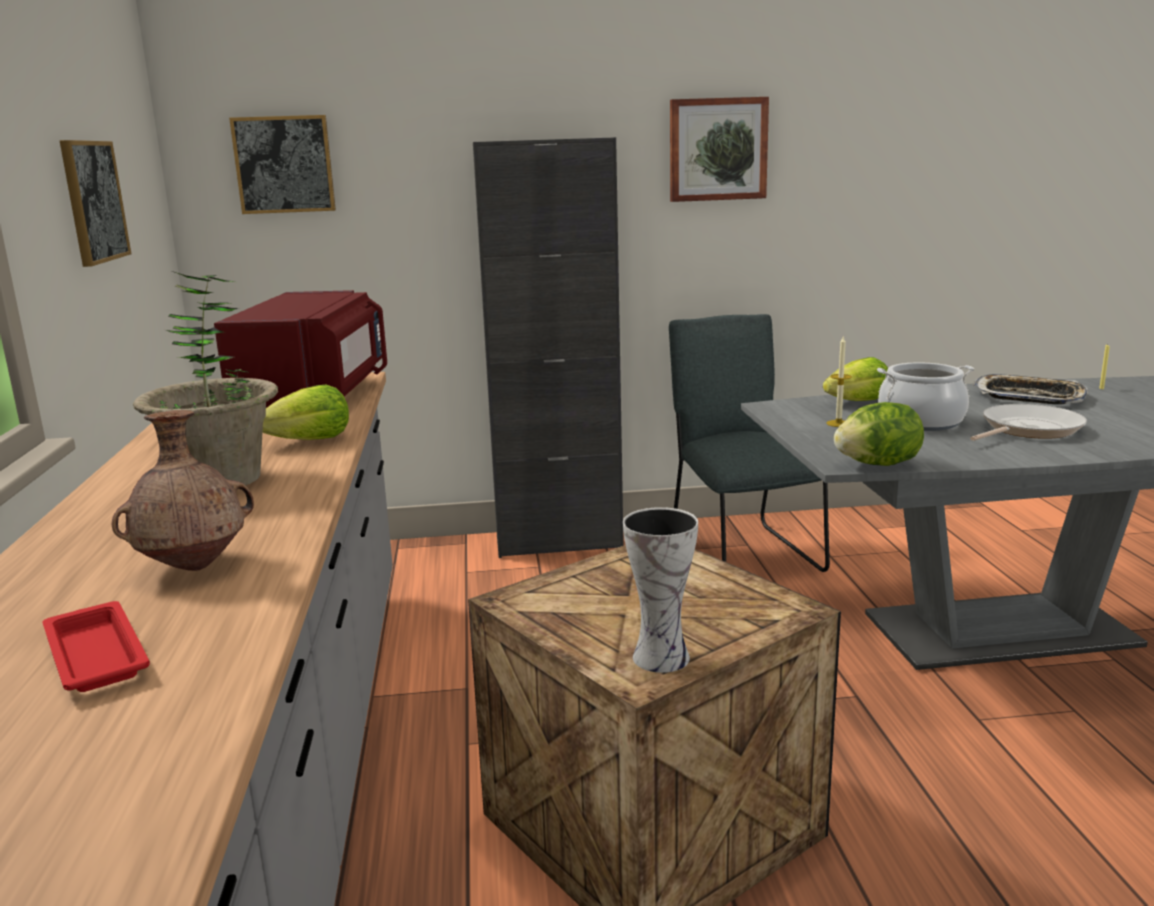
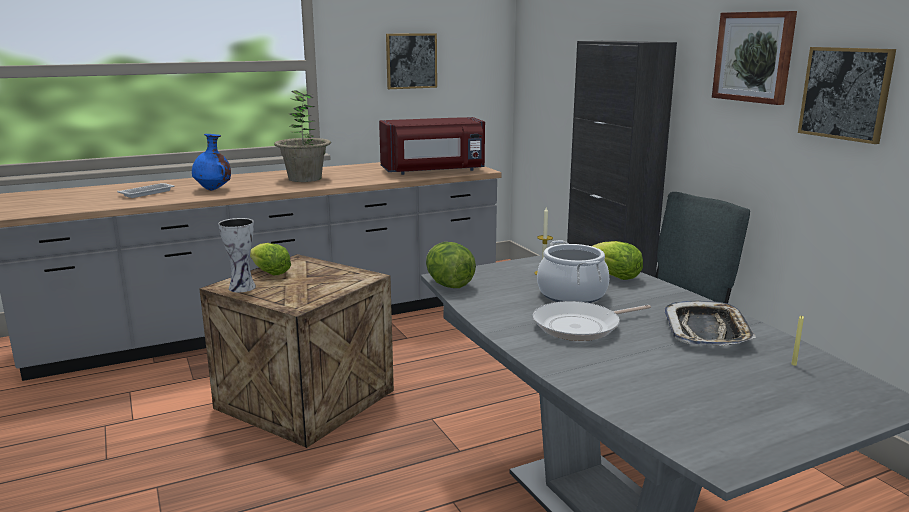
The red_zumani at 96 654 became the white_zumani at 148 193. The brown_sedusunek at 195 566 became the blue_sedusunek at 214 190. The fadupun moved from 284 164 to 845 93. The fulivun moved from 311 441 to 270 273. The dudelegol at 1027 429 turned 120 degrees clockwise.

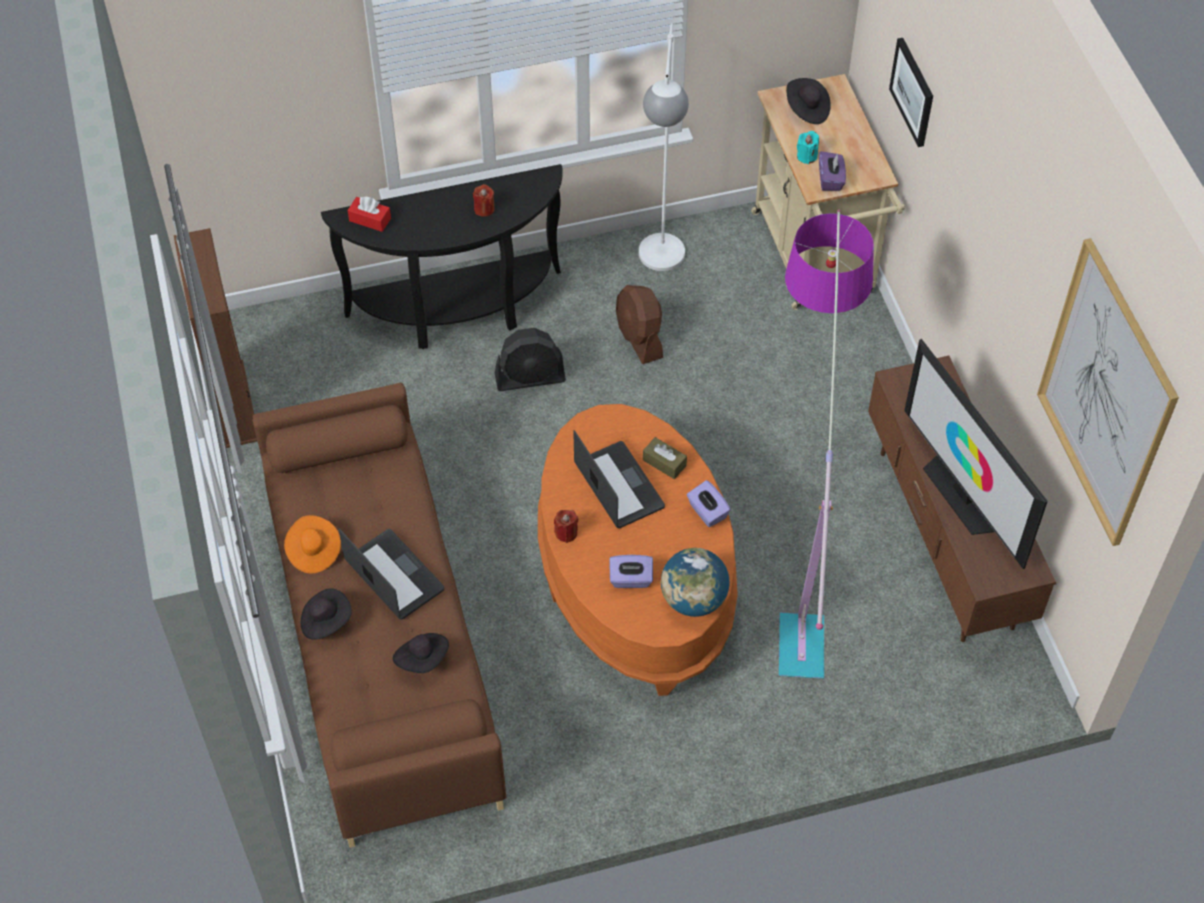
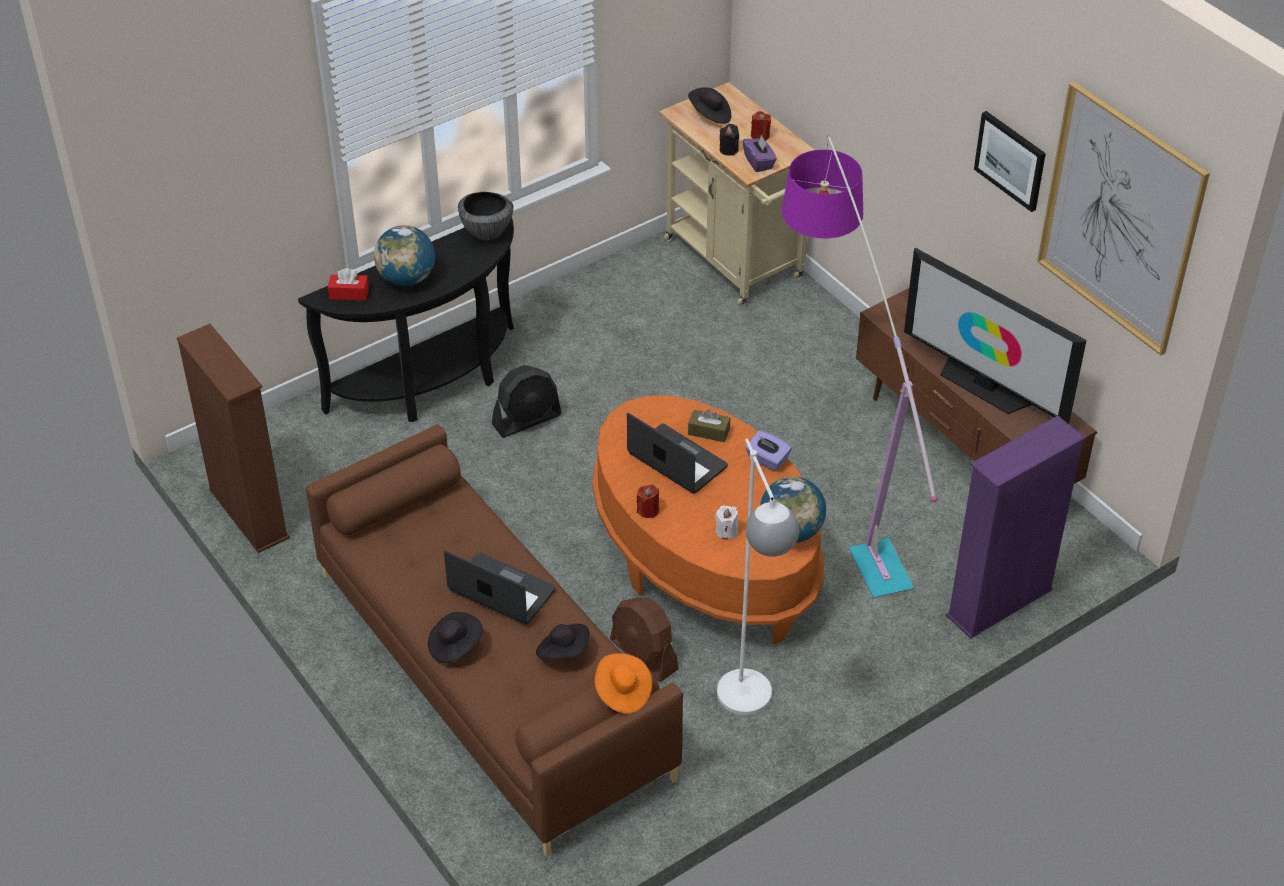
The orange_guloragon moved from 313 552 to 622 692. The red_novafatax moved from 484 209 to 760 136. The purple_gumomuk at 631 579 was replaced by the white_novafatax at 726 531. The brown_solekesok moved from 639 337 to 644 655. The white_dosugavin moved from 661 266 to 750 709. The turquoise_novafatax at 806 156 became the black_novafatax at 728 150. The fadupun moved from 913 91 to 1011 160. The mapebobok at 407 279 appeared. The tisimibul at 487 233 appeared. The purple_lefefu at 999 603 appeared.

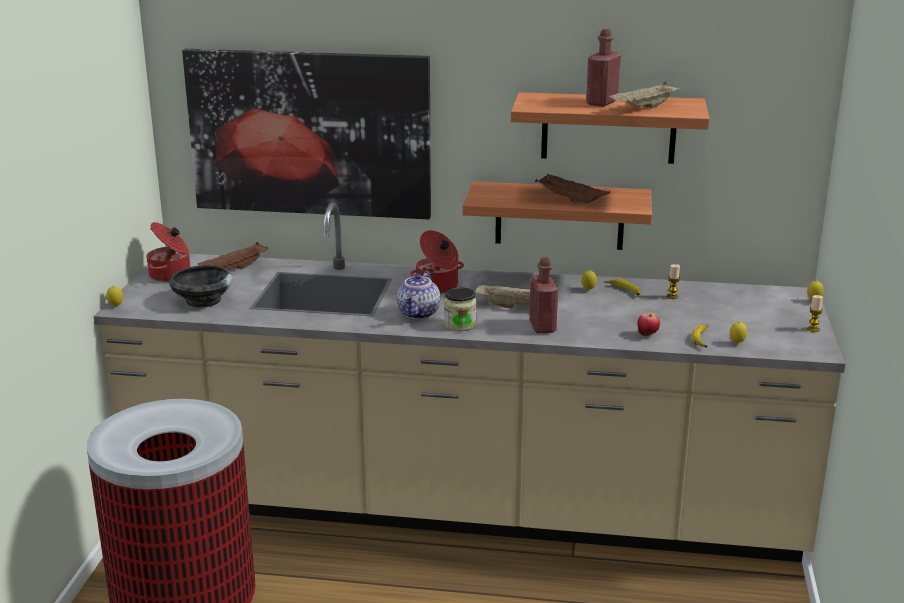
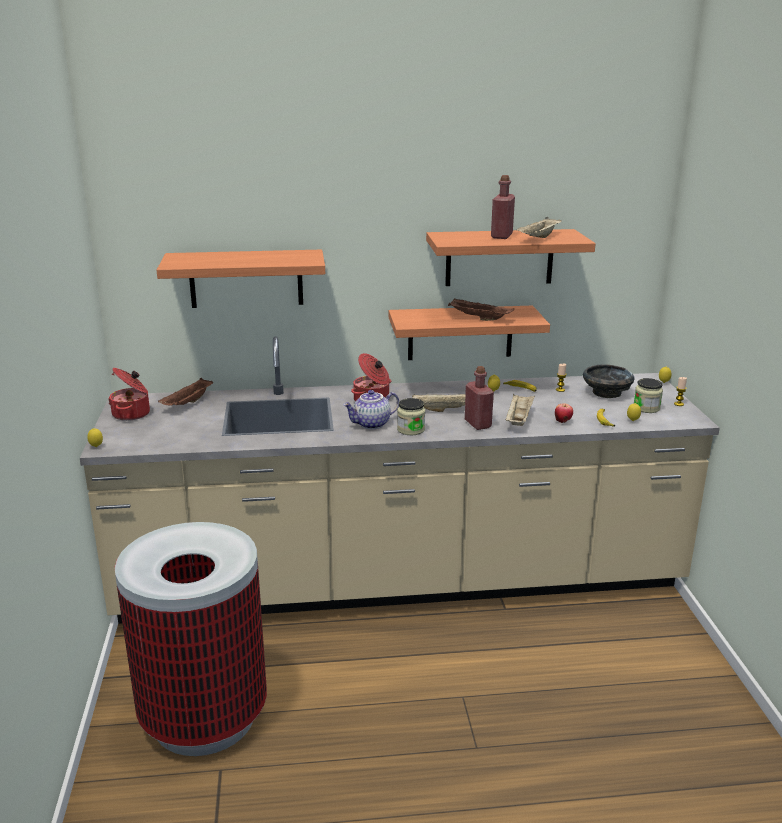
The black_tisimibul moved from 203 300 to 606 393. The fadupun at 310 133 was replaced by the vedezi at 246 278. The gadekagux at 419 314 turned 60 degrees clockwise. The beige_zumani at 518 419 appeared. The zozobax at 646 408 appeared.

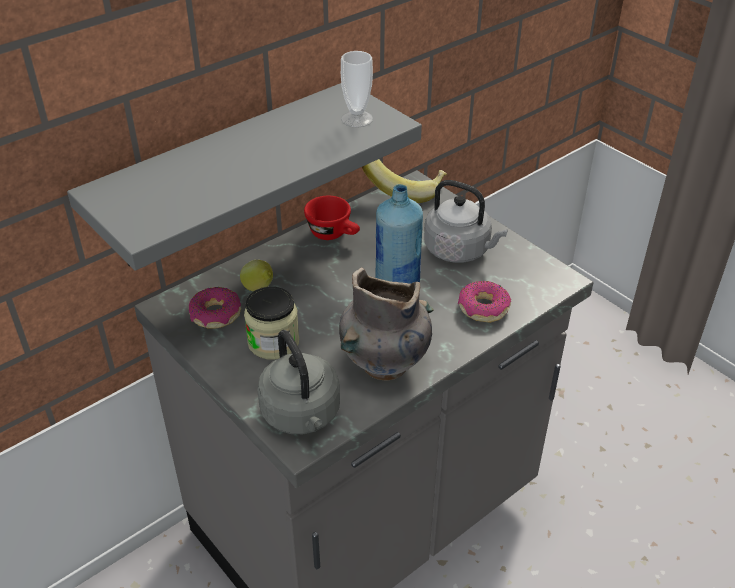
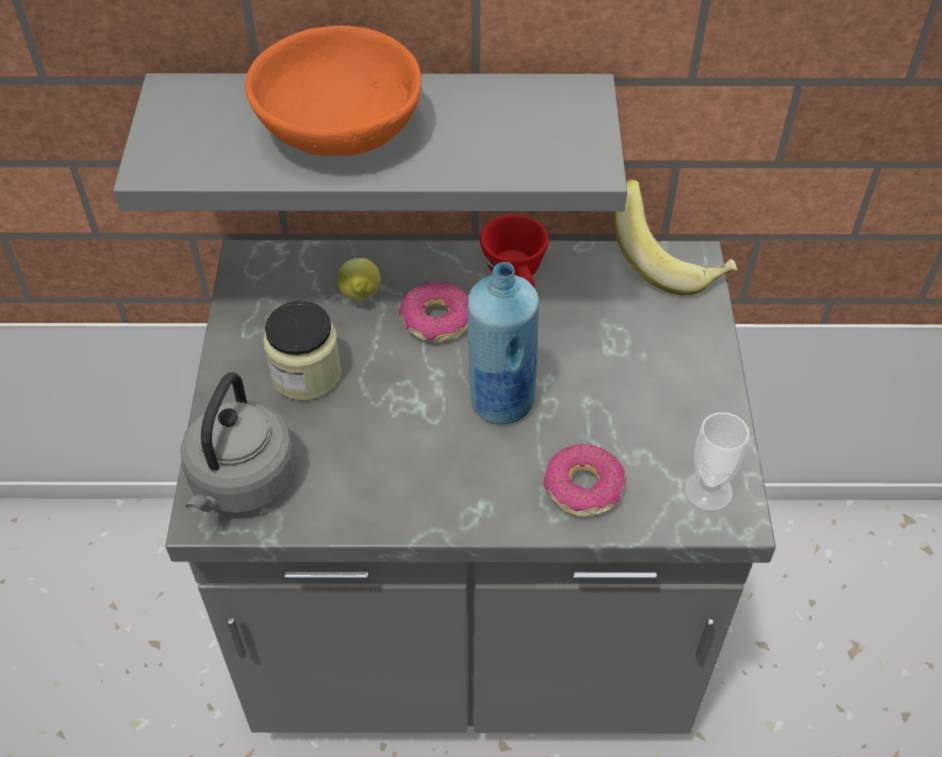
The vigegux moved from 215 315 to 436 320. The grey_sedusunek at 386 363 disappeared. The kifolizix moved from 357 119 to 708 490. The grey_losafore at 460 250 disappeared. The orange_tisimibul at 341 132 appeared.

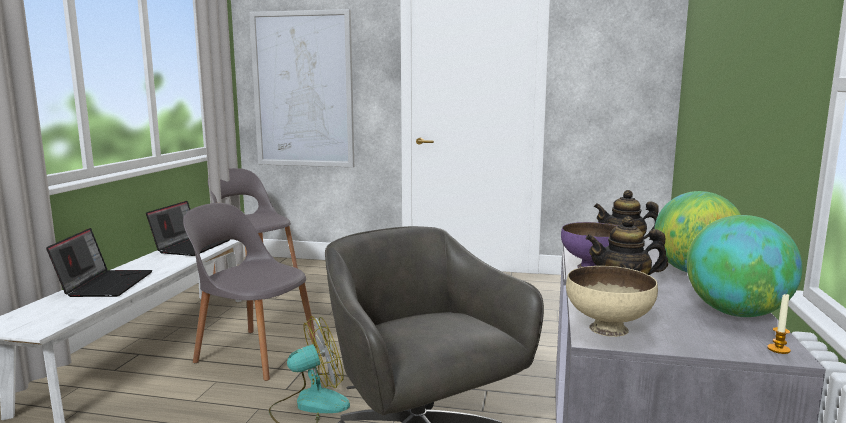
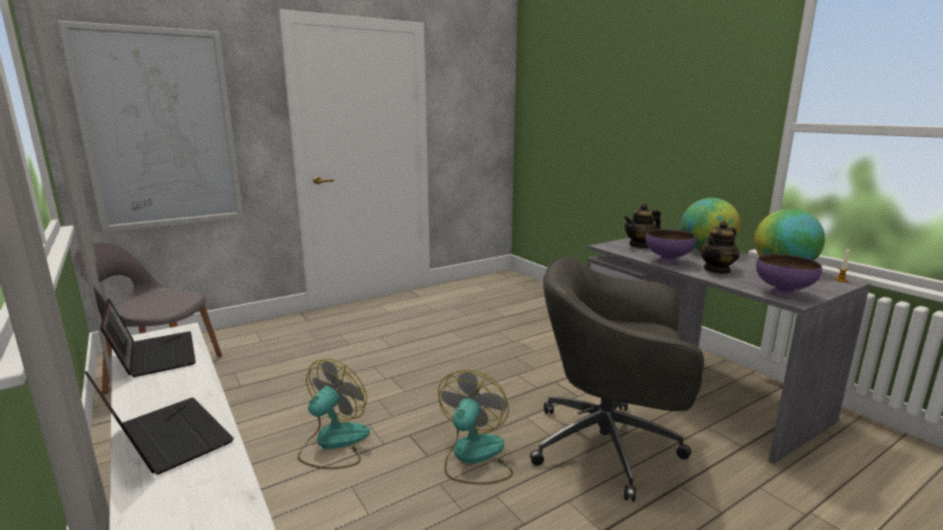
The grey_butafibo at 254 353 was replaced by the solekesok at 333 443. The beige_tisimibul at 608 328 became the purple_tisimibul at 782 294.

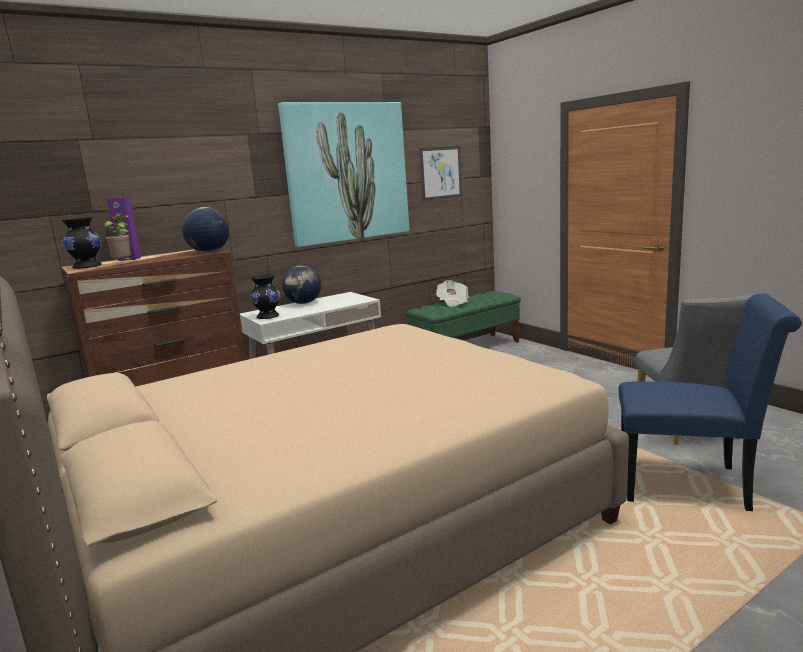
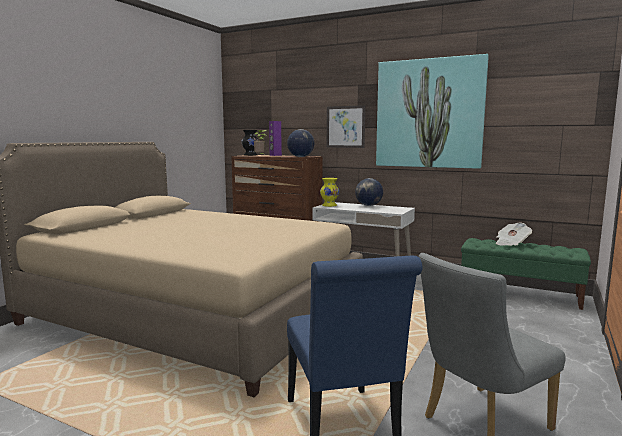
The black_sedusunek at 267 316 became the yellow_sedusunek at 329 205. The fadupun moved from 440 173 to 345 127.

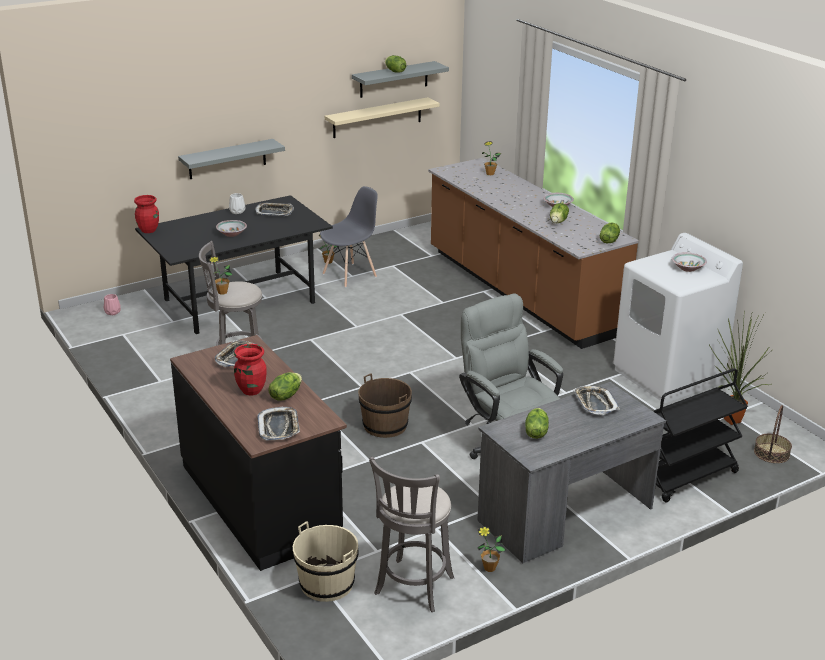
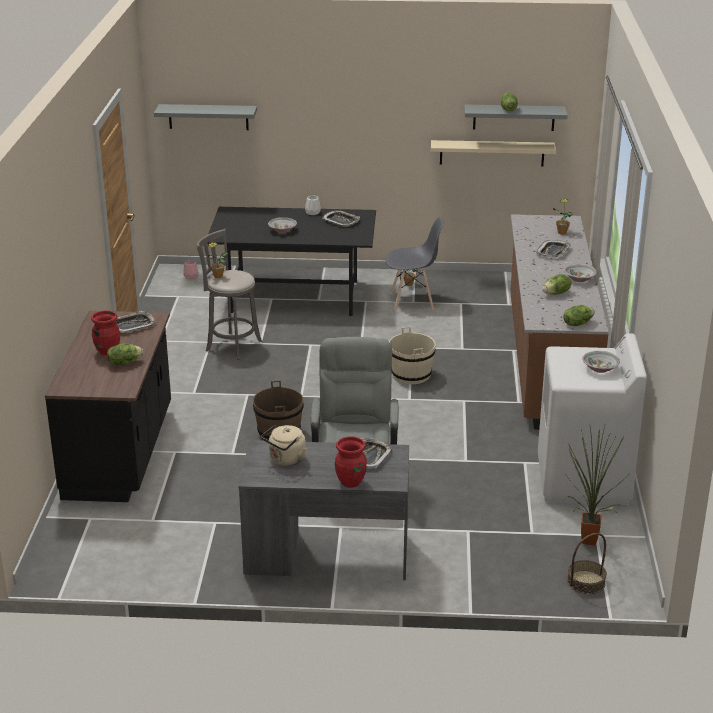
The red_sedusunek moved from 149 230 to 351 482. The grey_vedezi moved from 227 159 to 208 117. The zumani moved from 279 427 to 553 252. The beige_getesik moved from 326 583 to 411 374. The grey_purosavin at 412 588 disappeared. The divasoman at 489 568 disappeared. The fulivun at 535 432 was replaced by the beige_losafore at 286 460. The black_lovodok at 686 477 disappeared.

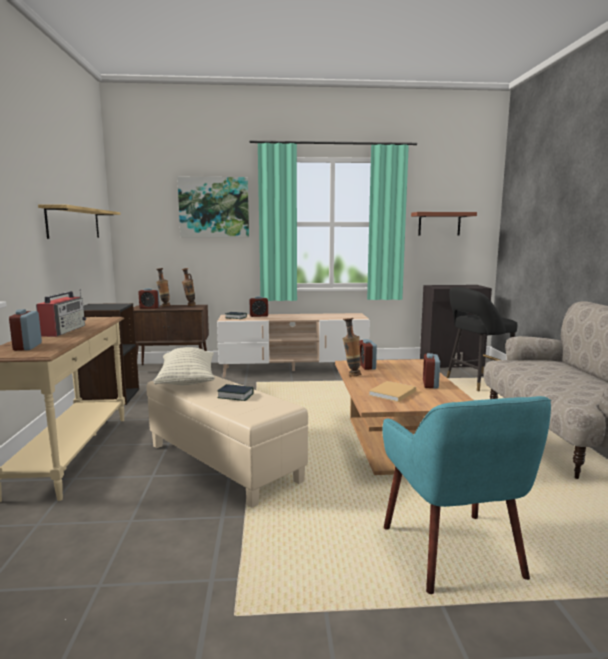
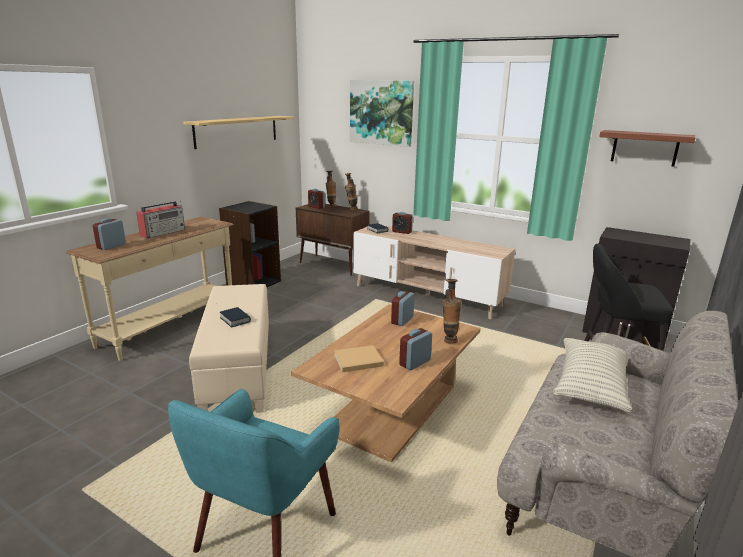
The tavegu moved from 187 380 to 590 386. The sedusunek moved from 351 375 to 449 340.

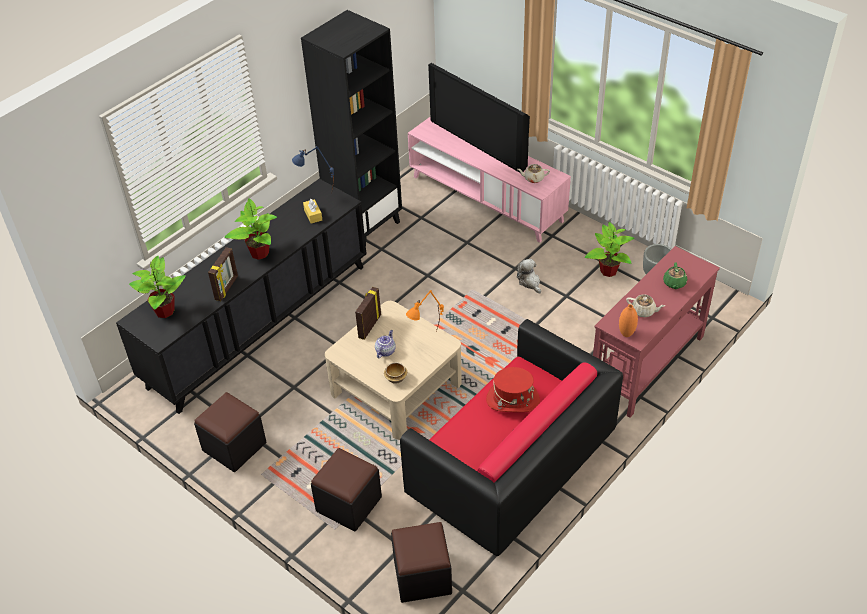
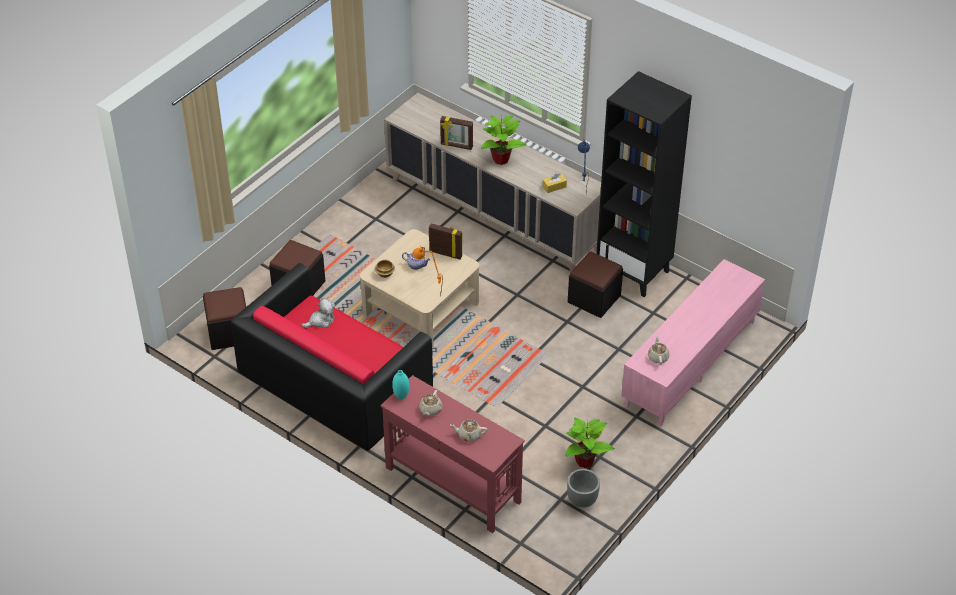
The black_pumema at 258 325 became the beige_pumema at 493 214. The divasoman at 164 311 disappeared. The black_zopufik moved from 234 446 to 594 299. The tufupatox at 480 143 disappeared. The red_guloragon at 512 400 disappeared. The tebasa moved from 529 282 to 321 321. The orange_sedusunek at 626 334 became the turquoise_sedusunek at 401 396. The green_gadekagux at 674 283 became the beige_gadekagux at 469 435.

